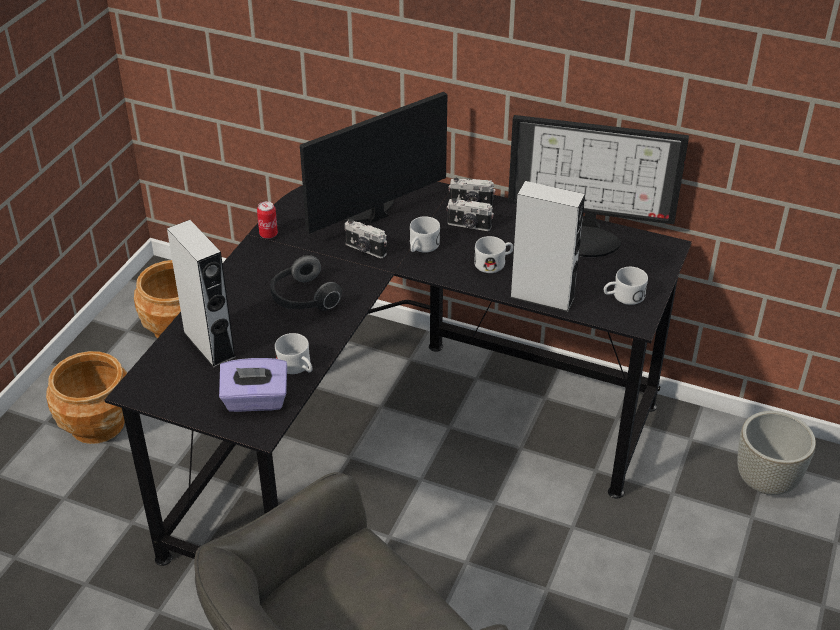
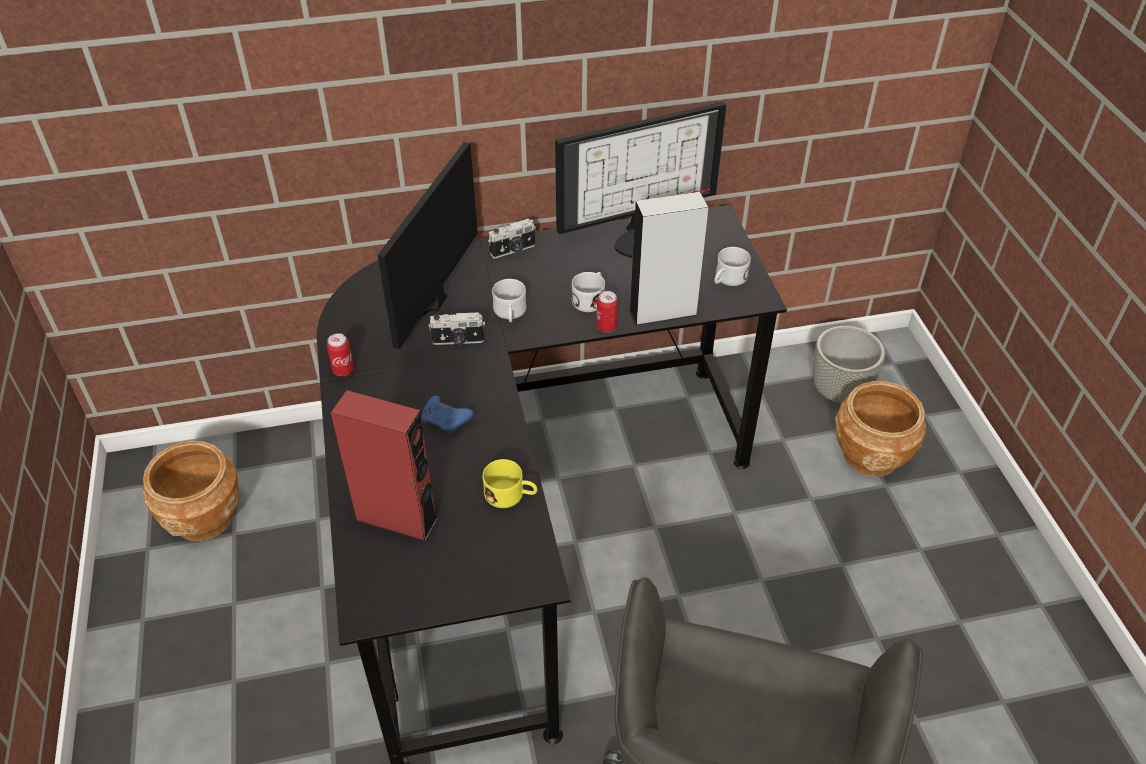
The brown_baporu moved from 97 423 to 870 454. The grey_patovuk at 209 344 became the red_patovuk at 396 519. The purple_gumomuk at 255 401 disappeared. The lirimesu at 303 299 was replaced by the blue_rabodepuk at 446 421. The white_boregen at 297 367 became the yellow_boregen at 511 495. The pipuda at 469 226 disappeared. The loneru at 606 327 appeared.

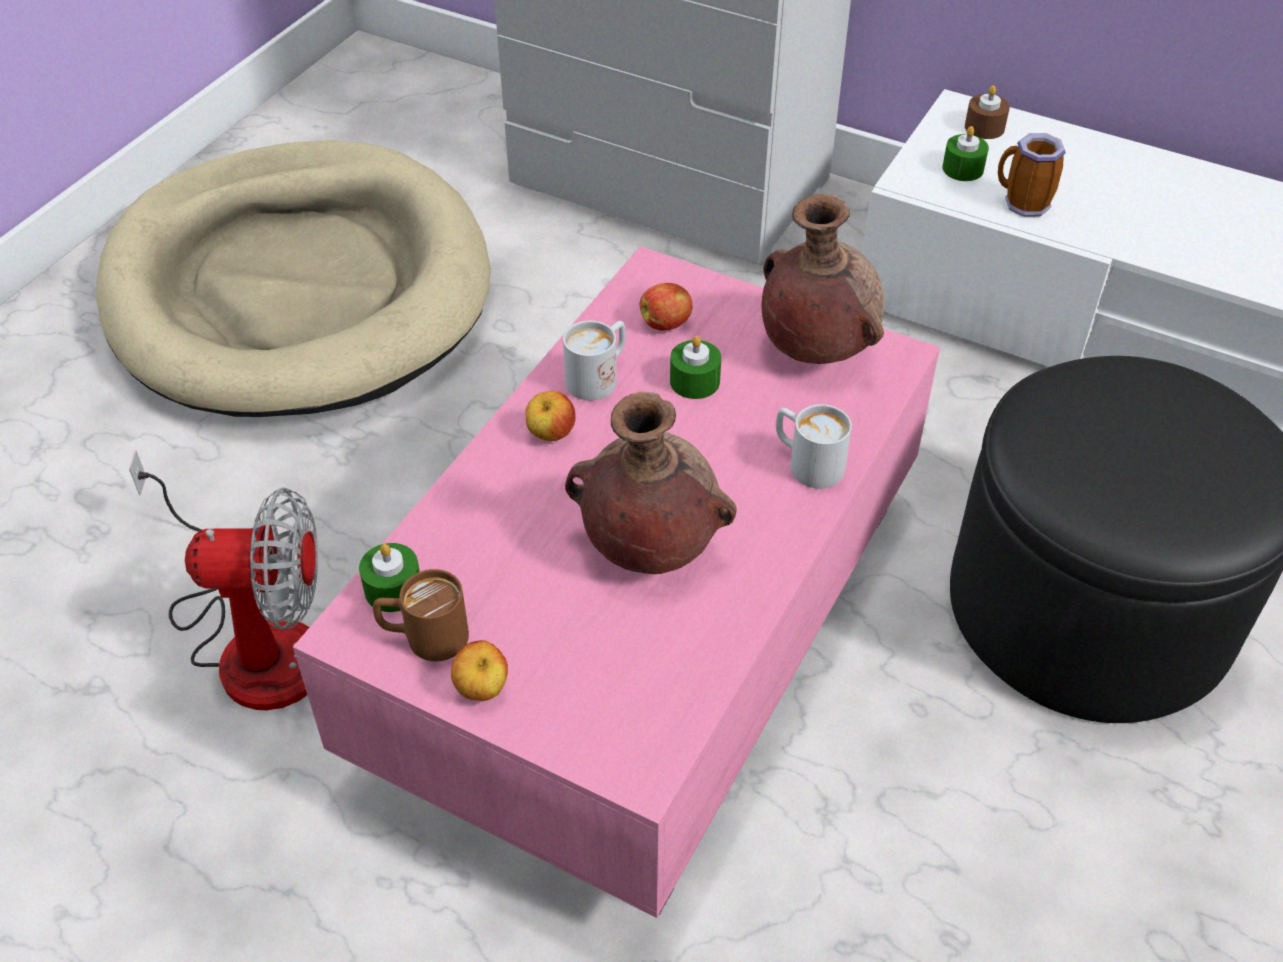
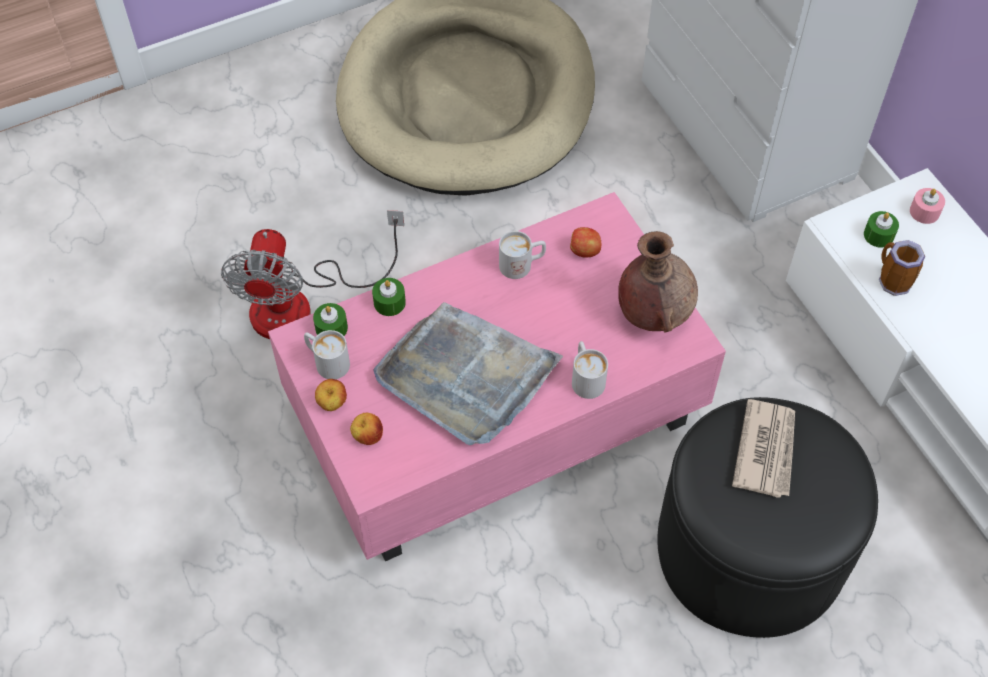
The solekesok at 254 640 turned 60 degrees clockwise. The brown_boregen at 424 637 became the white_boregen at 326 361. The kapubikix moved from 550 434 to 368 437. The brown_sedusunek at 648 546 was replaced by the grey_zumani at 466 376. The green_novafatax moved from 694 381 to 389 302. The brown_novafatax at 984 127 became the pink_novafatax at 924 211. The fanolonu at 766 450 appeared.

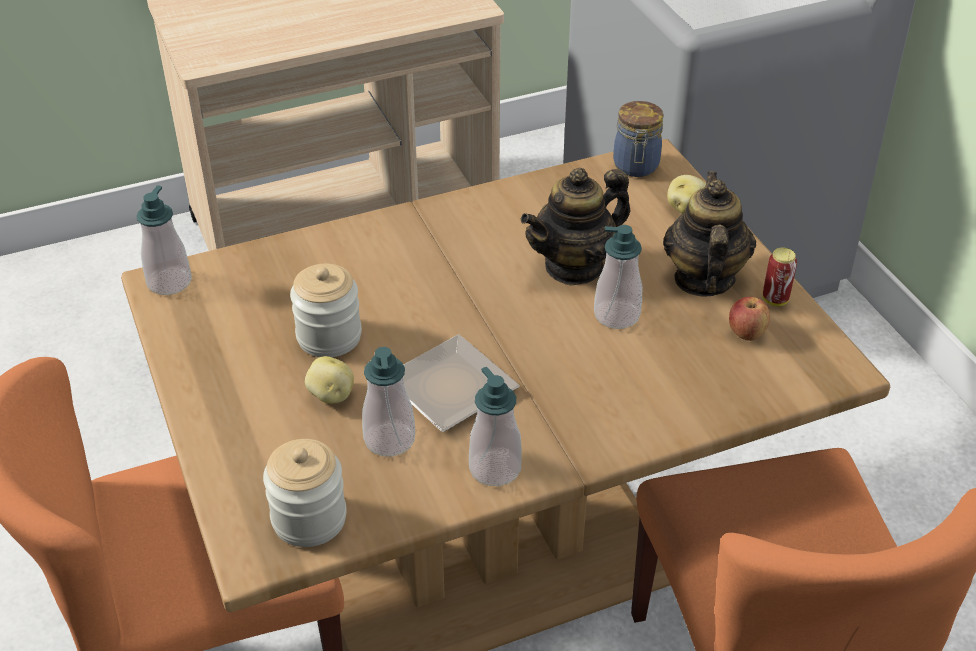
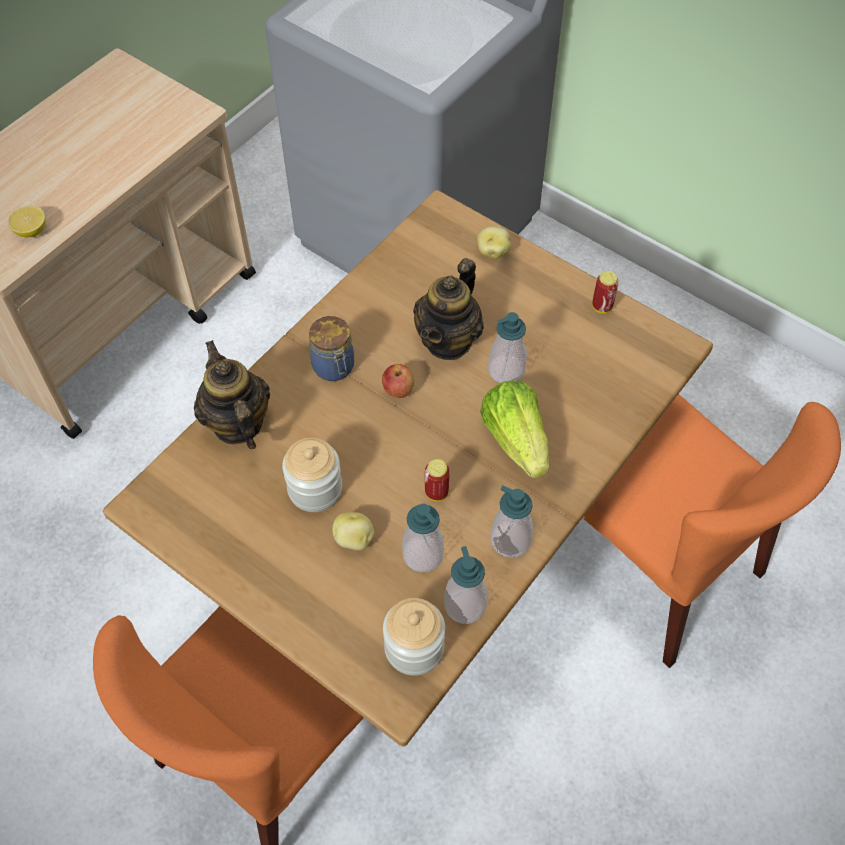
The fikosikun moved from 169 282 to 465 605. The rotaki at 450 391 was replaced by the loneru at 436 493. The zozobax moved from 636 167 to 334 368. The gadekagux moved from 703 279 to 237 423. The kapubikix moved from 746 333 to 398 390. The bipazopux at 31 231 appeared. The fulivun at 516 439 appeared.

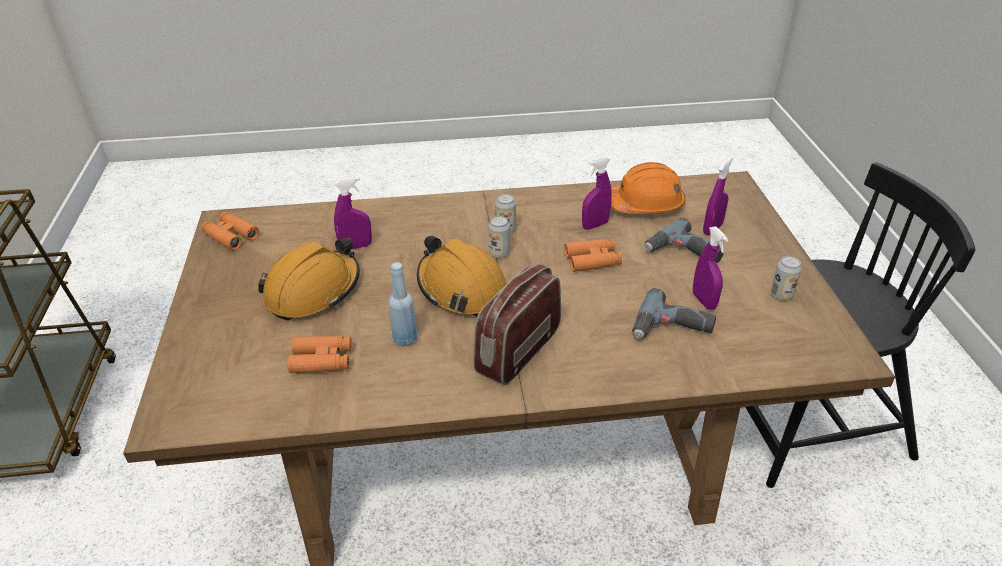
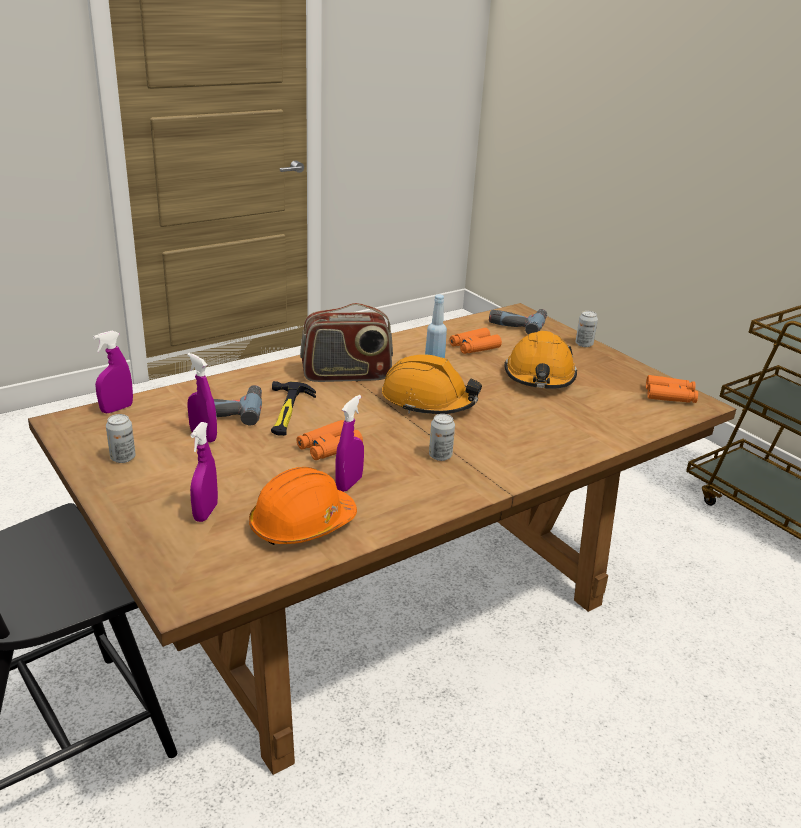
The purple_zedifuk moved from 356 246 to 117 409. The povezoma at 517 350 turned 75 degrees clockwise. The loneru moved from 499 253 to 584 344. The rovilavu moved from 683 253 to 517 324. The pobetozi at 287 412 appeared.

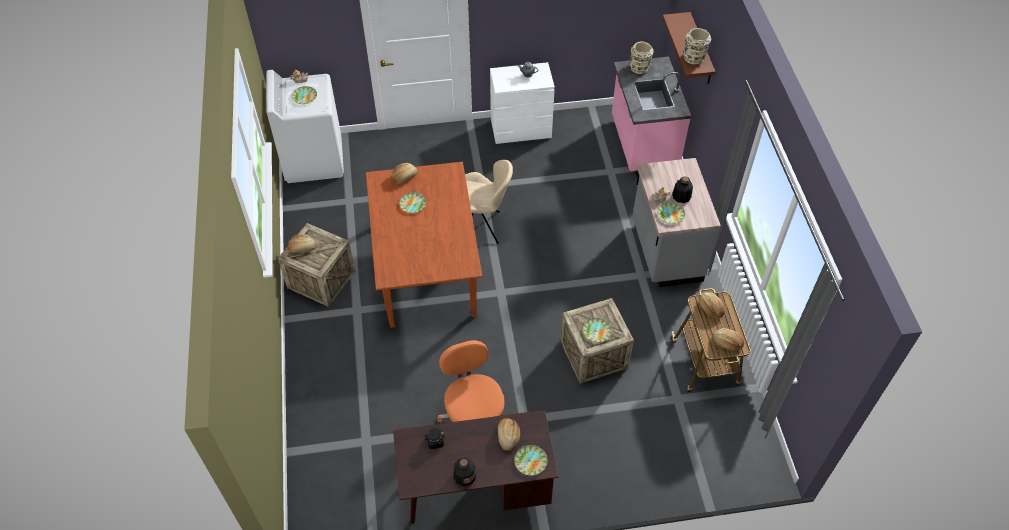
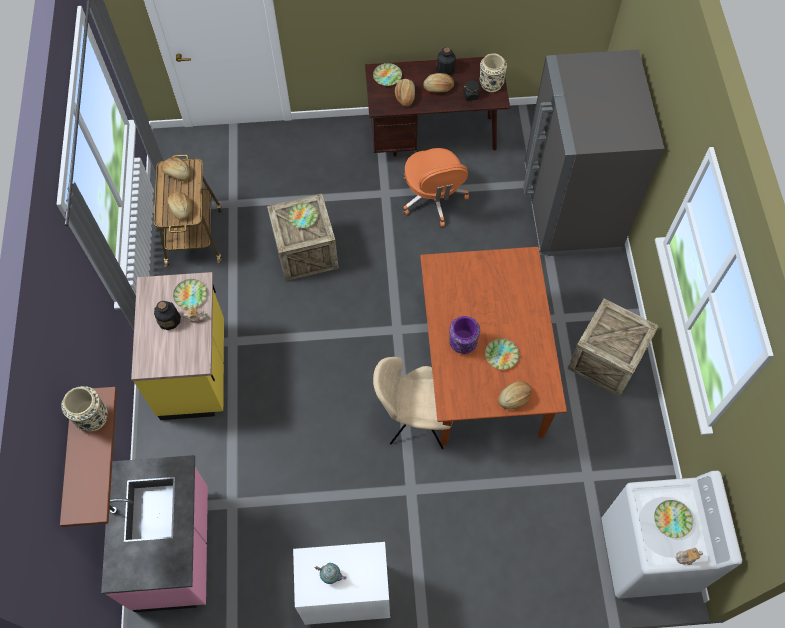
The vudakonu moved from 302 248 to 438 87. The beige_sedusunek moved from 639 68 to 491 84. The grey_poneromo at 665 251 became the yellow_poneromo at 195 370. The purple_sedusunek at 462 344 appeared. The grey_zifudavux at 570 208 appeared.

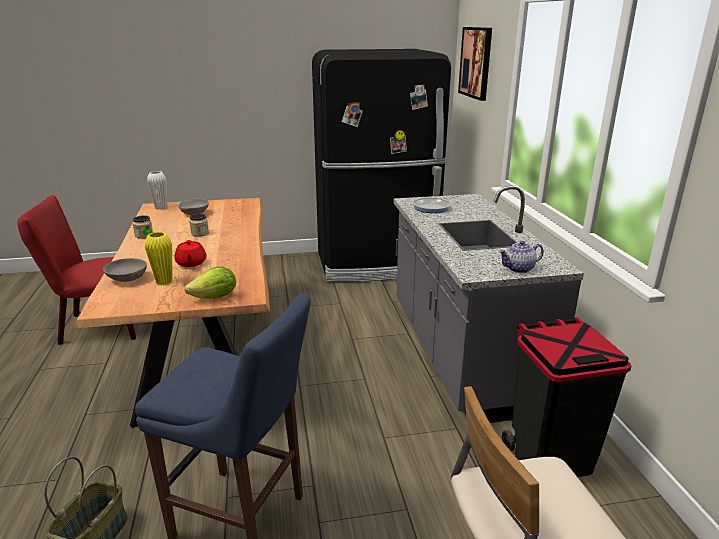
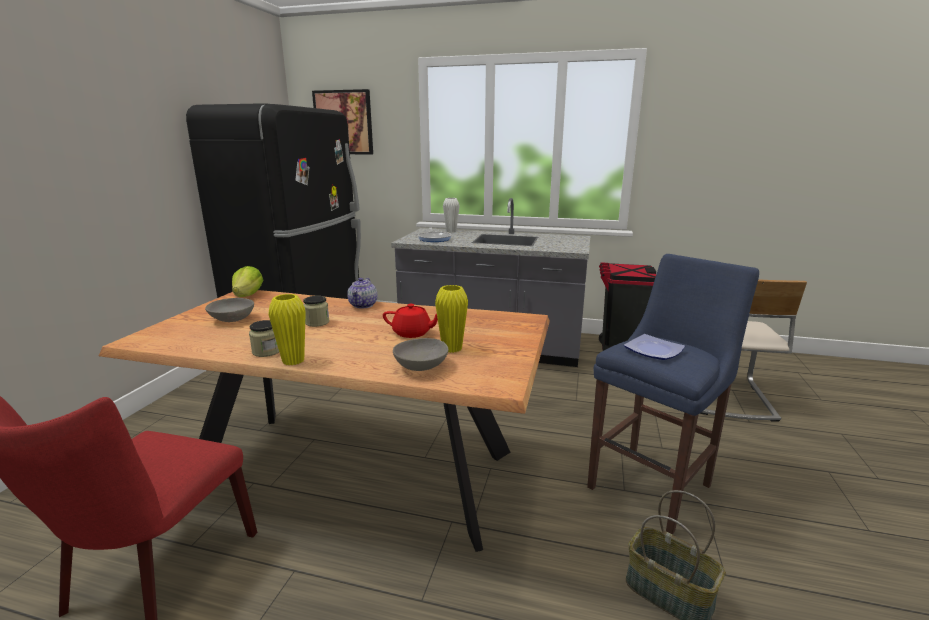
The white_sedusunek moved from 161 207 to 451 231. The fulivun moved from 215 297 to 248 295. The gadekagux moved from 519 269 to 363 305. The yellow_sedusunek at 293 361 appeared. The rotaki at 654 351 appeared.

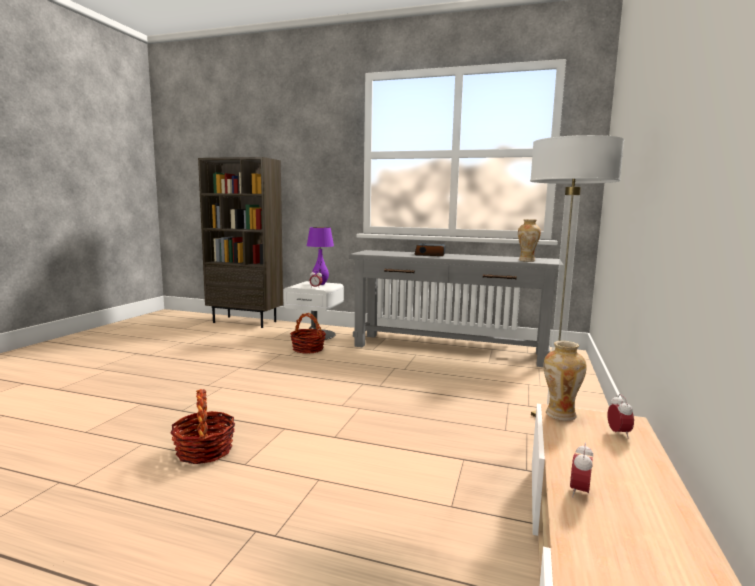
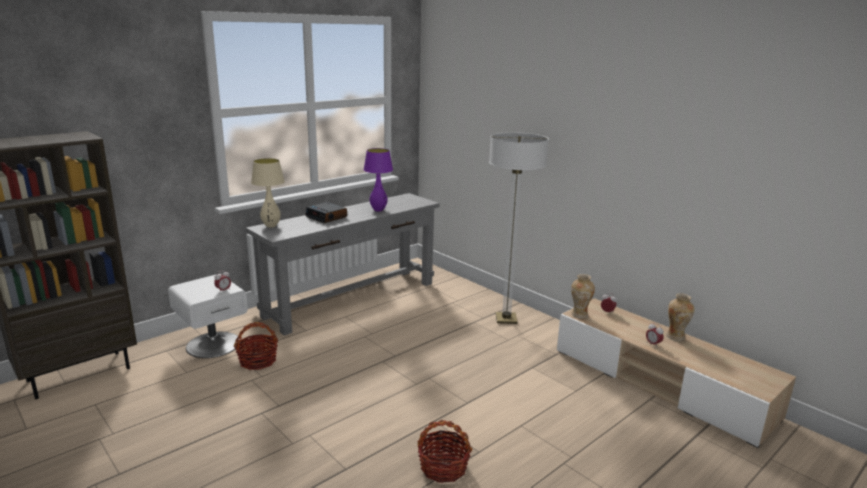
The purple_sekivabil moved from 320 284 to 378 210. The sedusunek moved from 527 261 to 676 337. The beige_sekivabil at 271 226 appeared.

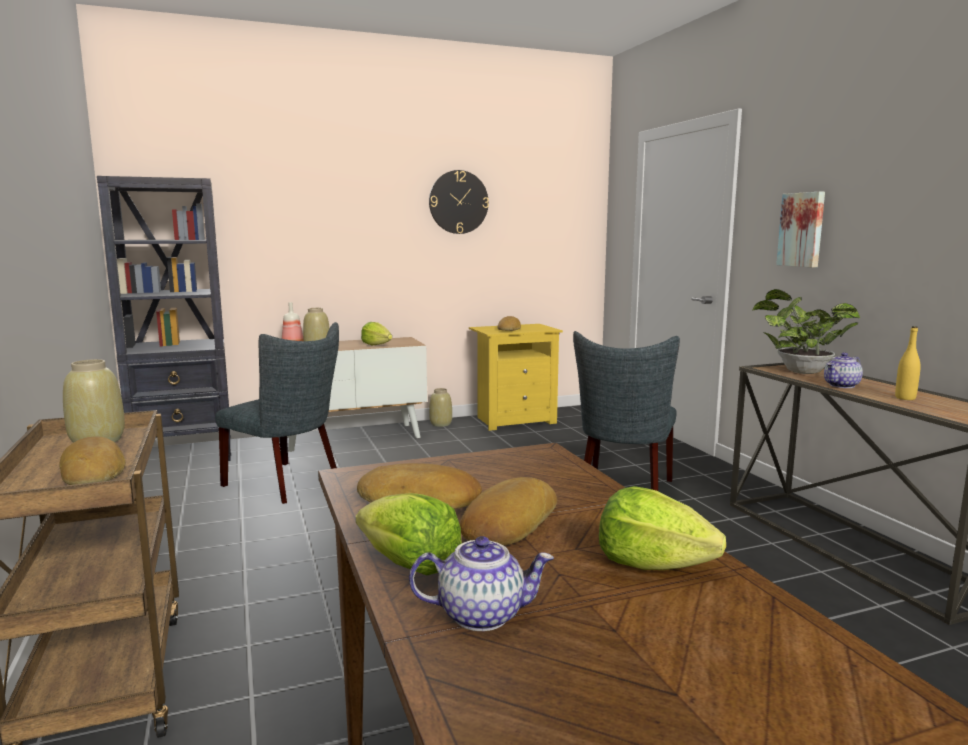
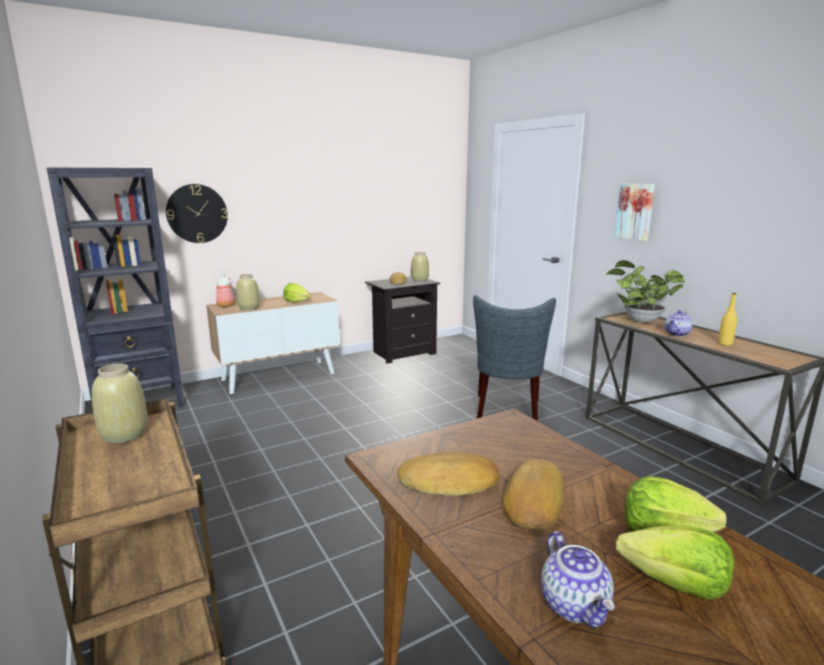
The vudakonu at 94 471 disappeared. The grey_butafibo at 288 484 disappeared. The fulivun moved from 409 565 to 675 585. The gadekagux at 482 614 turned 90 degrees clockwise. The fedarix moved from 458 202 to 197 213. The beige_sedusunek moved from 441 424 to 420 280. The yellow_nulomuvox at 514 420 became the black_nulomuvox at 403 353.

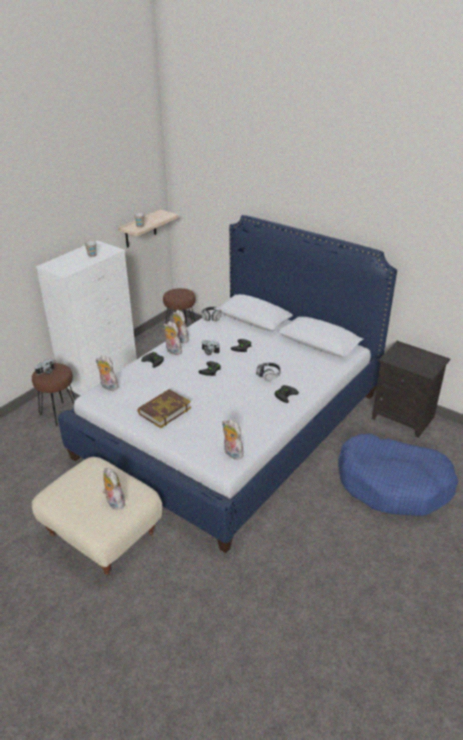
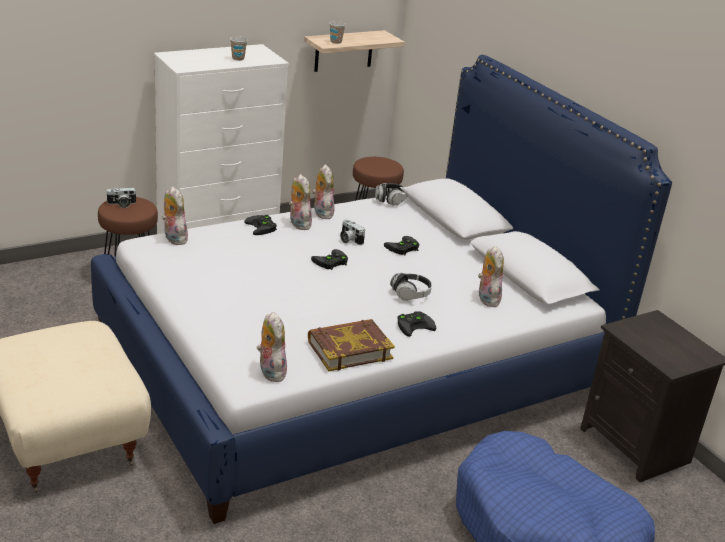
The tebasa moved from 114 502 to 486 298. The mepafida moved from 164 411 to 349 349.

